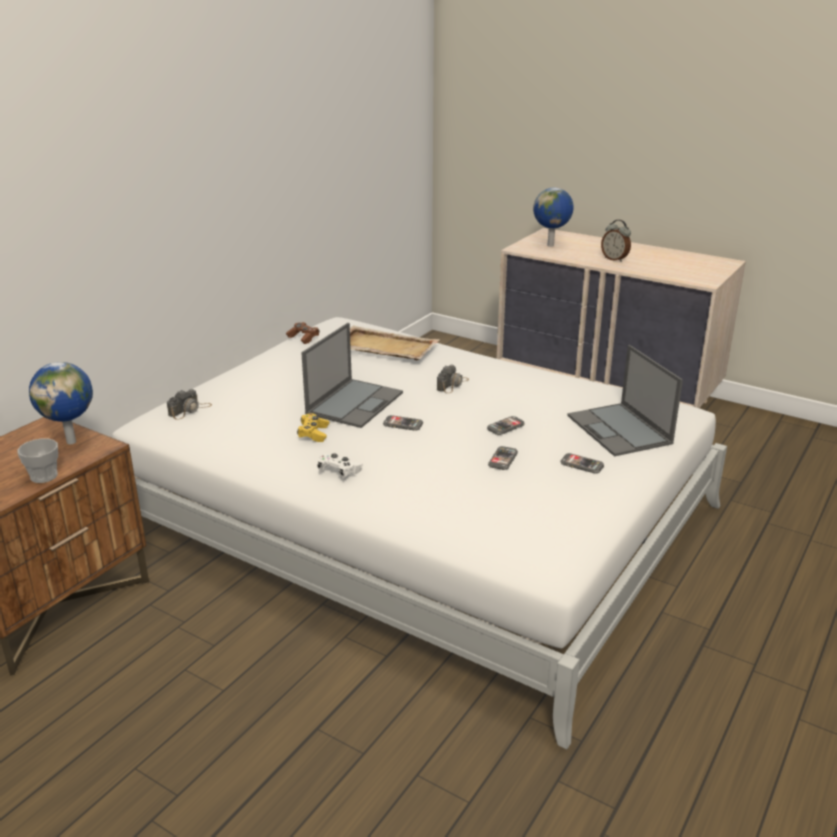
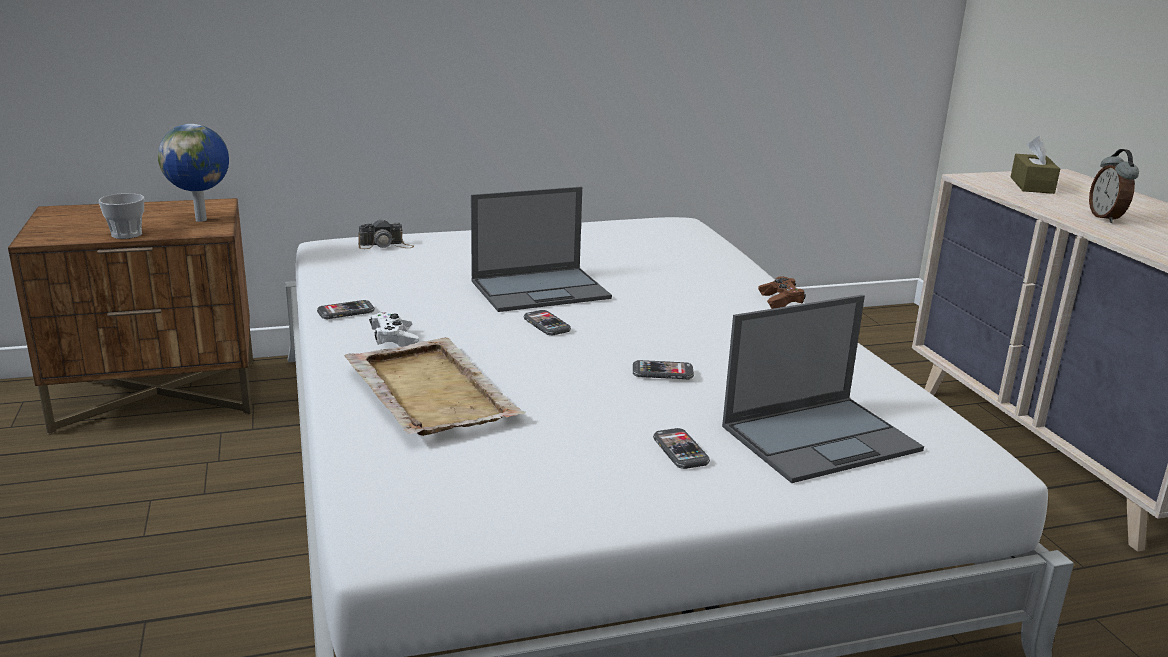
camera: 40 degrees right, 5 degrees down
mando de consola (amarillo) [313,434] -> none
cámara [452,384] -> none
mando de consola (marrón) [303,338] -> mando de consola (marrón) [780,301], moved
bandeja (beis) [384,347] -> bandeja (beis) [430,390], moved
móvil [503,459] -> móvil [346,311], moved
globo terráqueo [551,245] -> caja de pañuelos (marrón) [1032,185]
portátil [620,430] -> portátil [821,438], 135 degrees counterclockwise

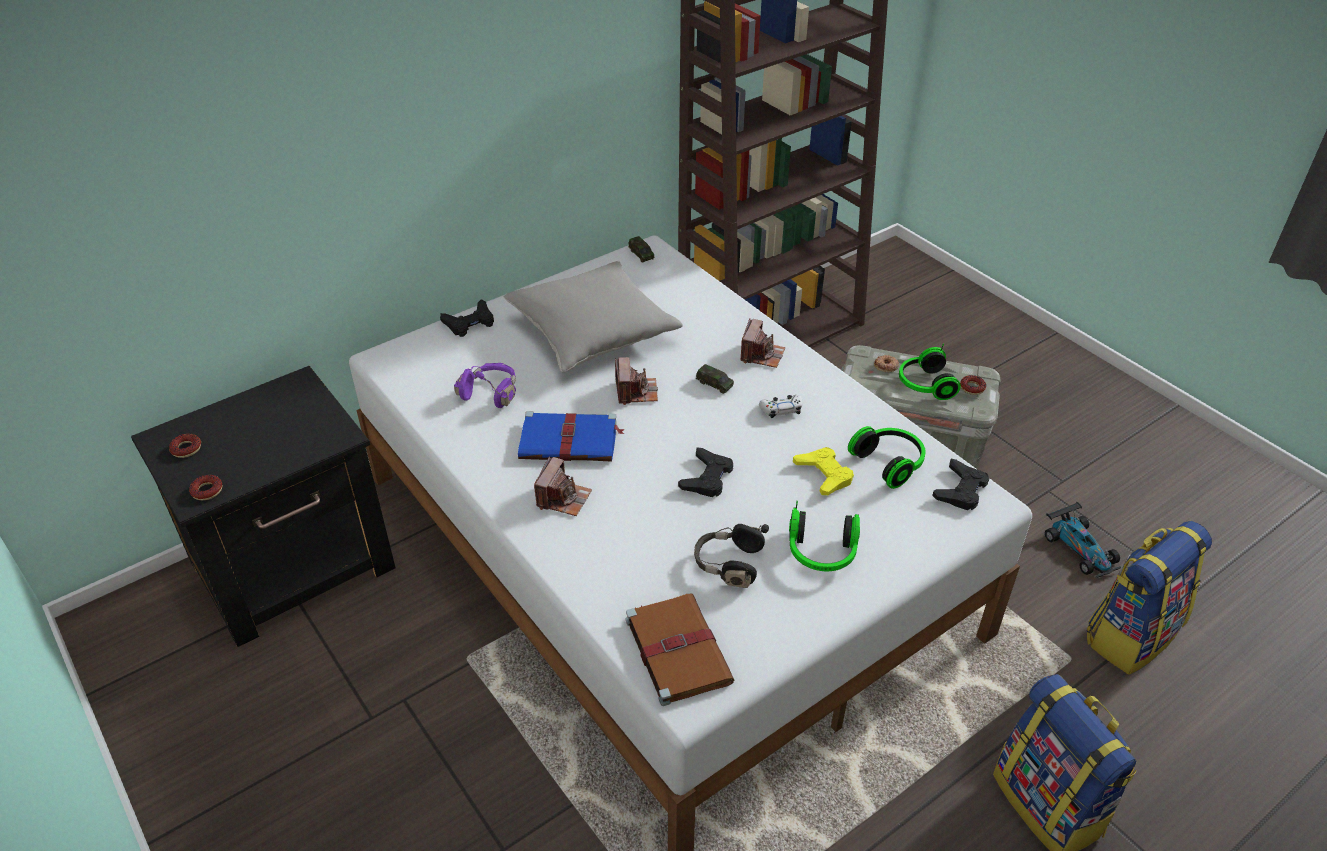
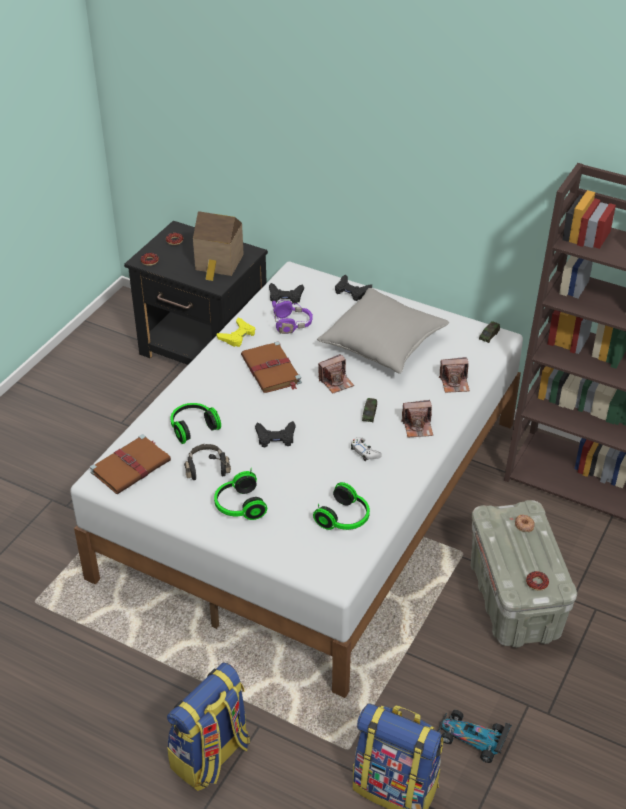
camera: 65 degrees right, 0 degrees up
none -> casita [219,264]
cámara [563,498] -> cámara [454,383], moved
mando de consola (amarillo) [824,474] -> mando de consola (amarillo) [237,336], moved
auriculares [924,385] -> auriculares [193,427], moved
mando de consola (negro) [960,490] -> mando de consola (negro) [285,296], moved
libro (azul) [570,441] -> libro (marrón) [271,370]
coche de juguete [1080,548] -> coche de juguete [472,739], 75 degrees clockwise

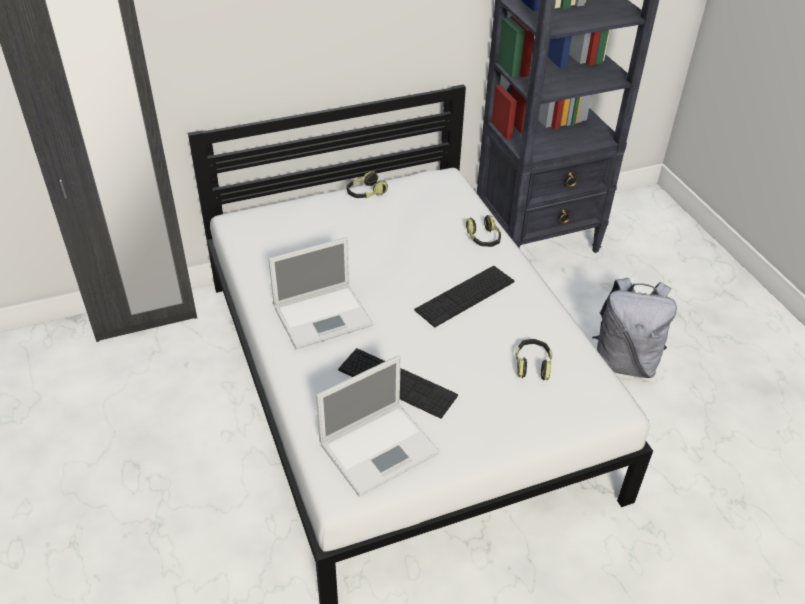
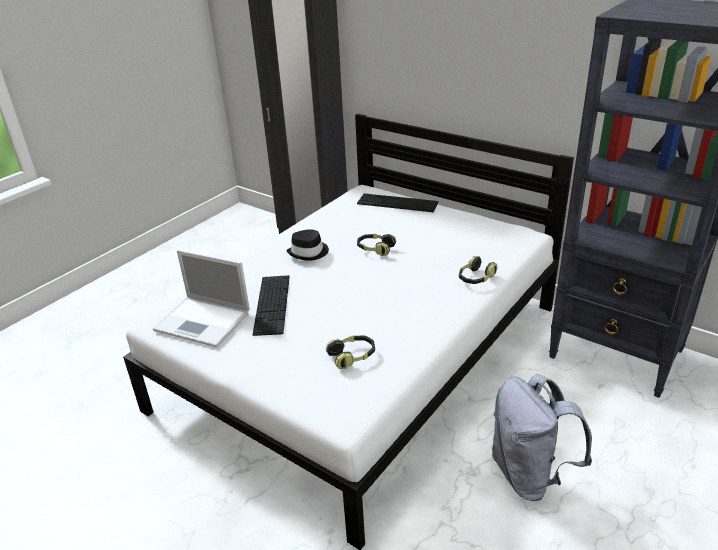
camera: 60 degrees right, 10 degrees down
auriculares [365,193] -> auriculares [375,249], moved
teclado [465,295] -> teclado [397,203], moved
portátil [324,315] -> sombrero (negro) [309,252]

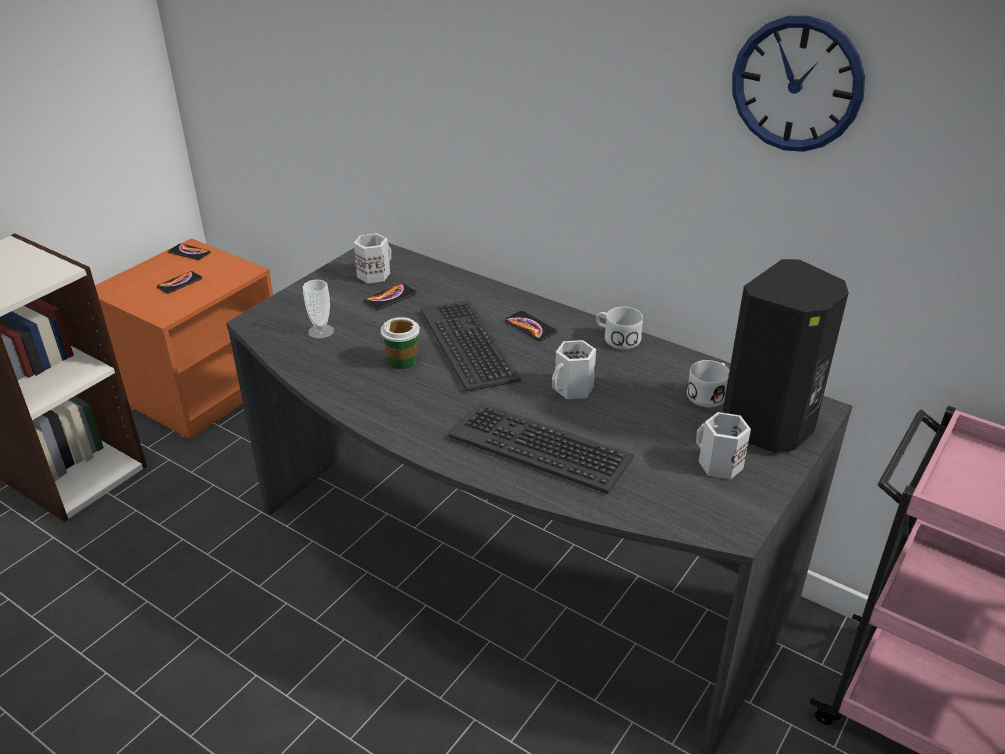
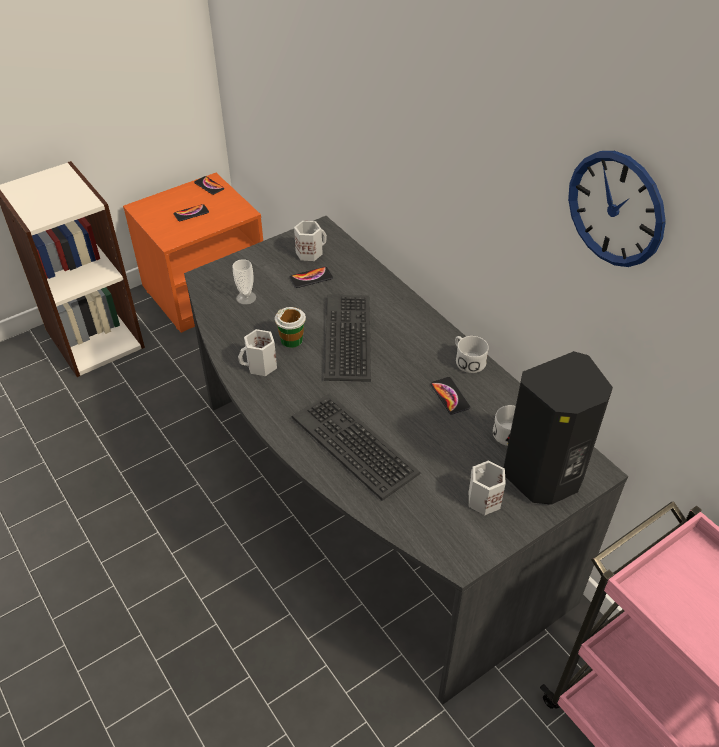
camera: 20 degrees right, 10 degrees up
móvil [530,327] -> móvil [450,396], moved
taza grande (blanco) [573,389] -> taza grande (blanco) [261,366], moved

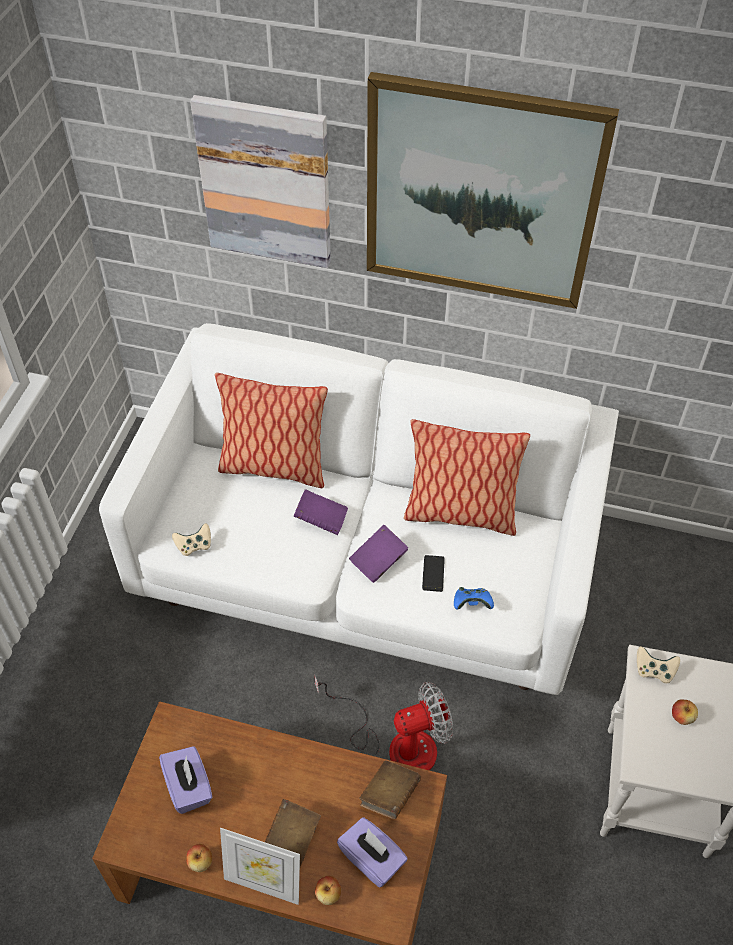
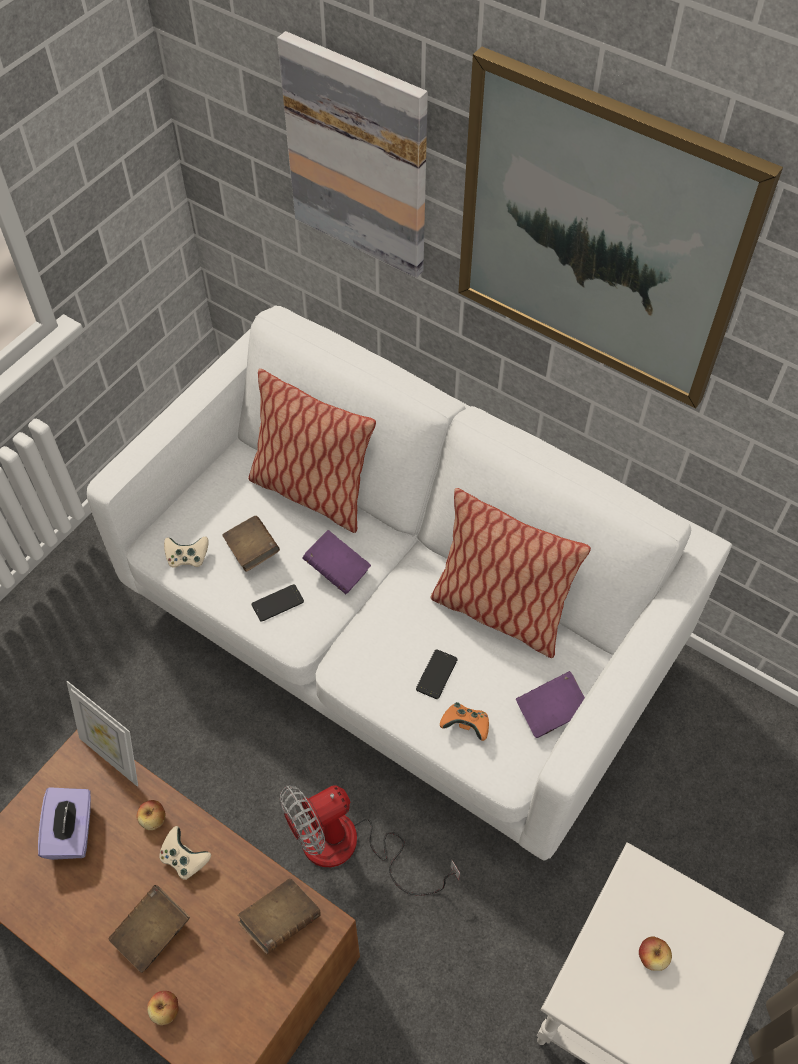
camera: 20 degrees right, 5 degrees up
caja de pañuelos (morado) [372,859] -> none
none -> libro (marrón) [252,551]
none -> móvil [278,603]
manzana [200,862] -> manzana [153,819], moved
portarretratos [264,883] -> portarretratos [114,755], moved
libro (morado) [378,561] -> libro (morado) [551,712], moved
mando de consola (beis) [654,670] -> mando de consola (beis) [184,858], moved
mando de consola (azul) [472,604] -> mando de consola (naranja) [466,726]
ventilador [396,743] -> ventilador [349,848], 150 degrees clockwise

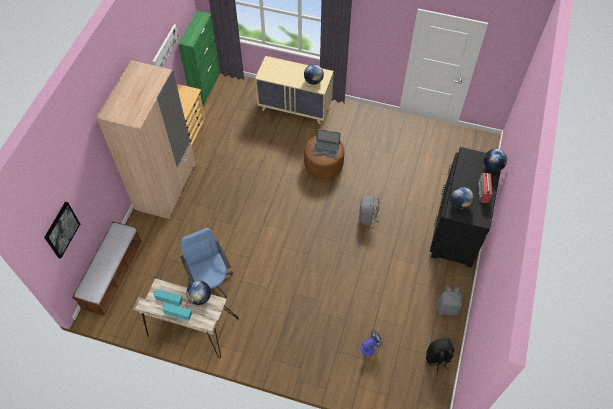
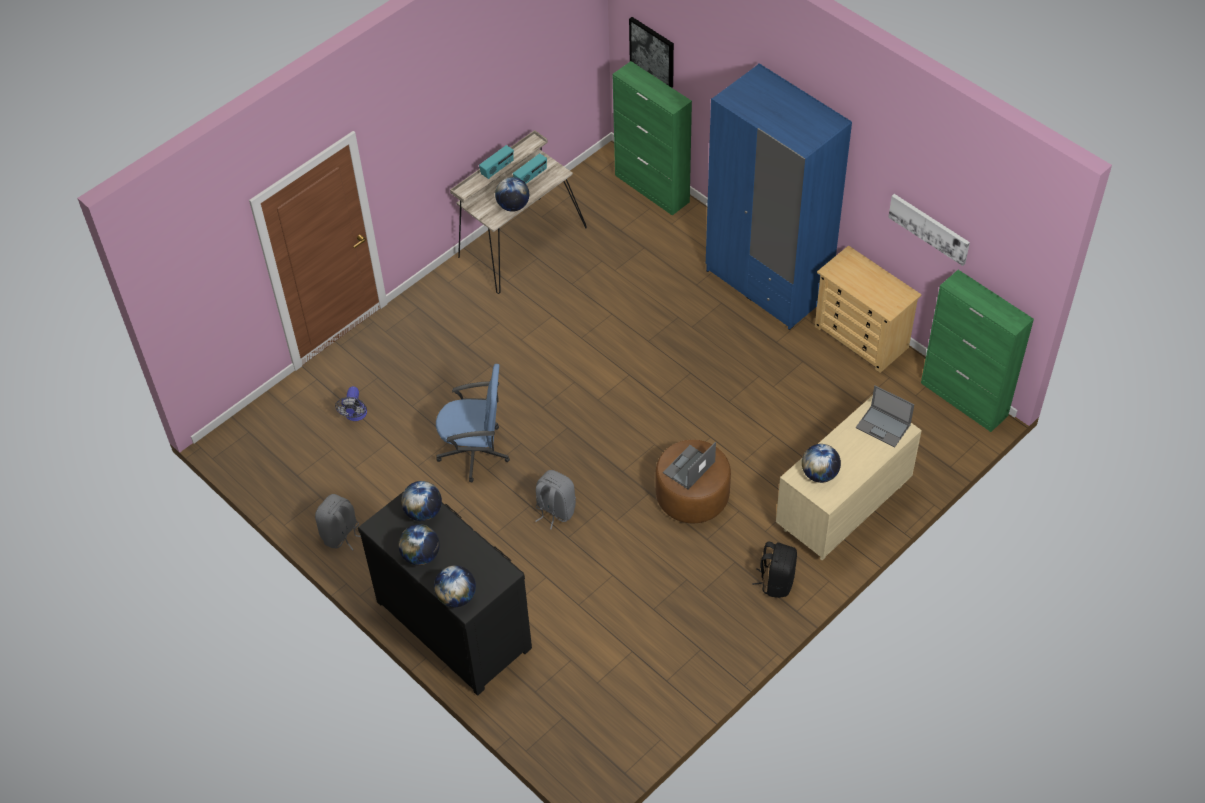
camera: 120 degrees right, 5 degrees down
none -> portátil [883,426]
silla de oficina (azul) [211,282] -> silla de oficina (azul) [475,452], moved
mochila (negro) [438,358] -> mochila (negro) [776,581], moved
banco [113,275] -> armario (verde) [652,189]
radio [483,192] -> globo terráqueo [421,555]
armario ropero (beis) [166,187] -> armario ropero (azul) [767,283]

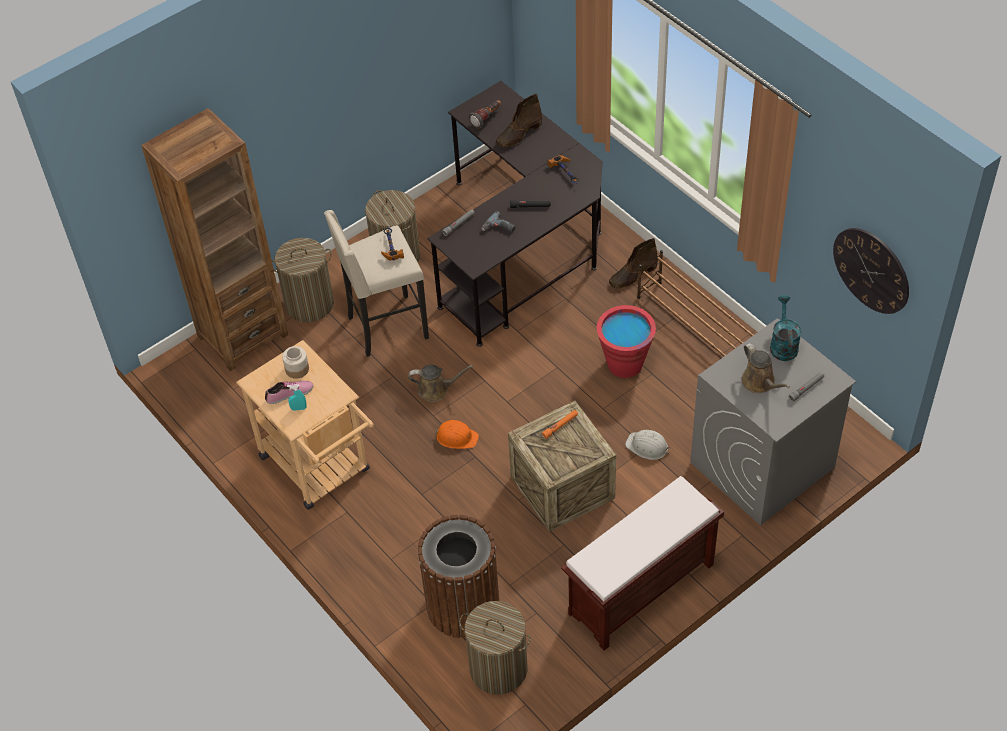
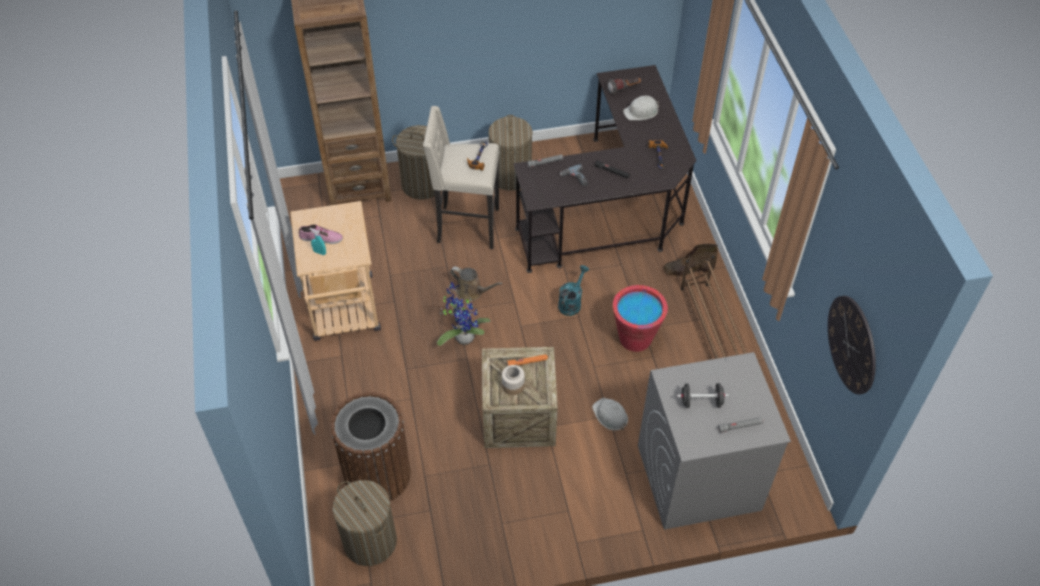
camera: 25 degrees right, 0 degrees up
banco (marrón) [640,590] -> none
tarro [297,369] -> tarro [512,386], moved
regadera (turquesa) [783,344] -> regadera (turquesa) [571,302], moved
casco (naranja) [456,437] -> planta en maceta [463,336]
bota (marrón) [519,134] -> casco (blanco) [641,111]
regadera (marrón) [760,382] -> mancuerna (negro) [701,402]

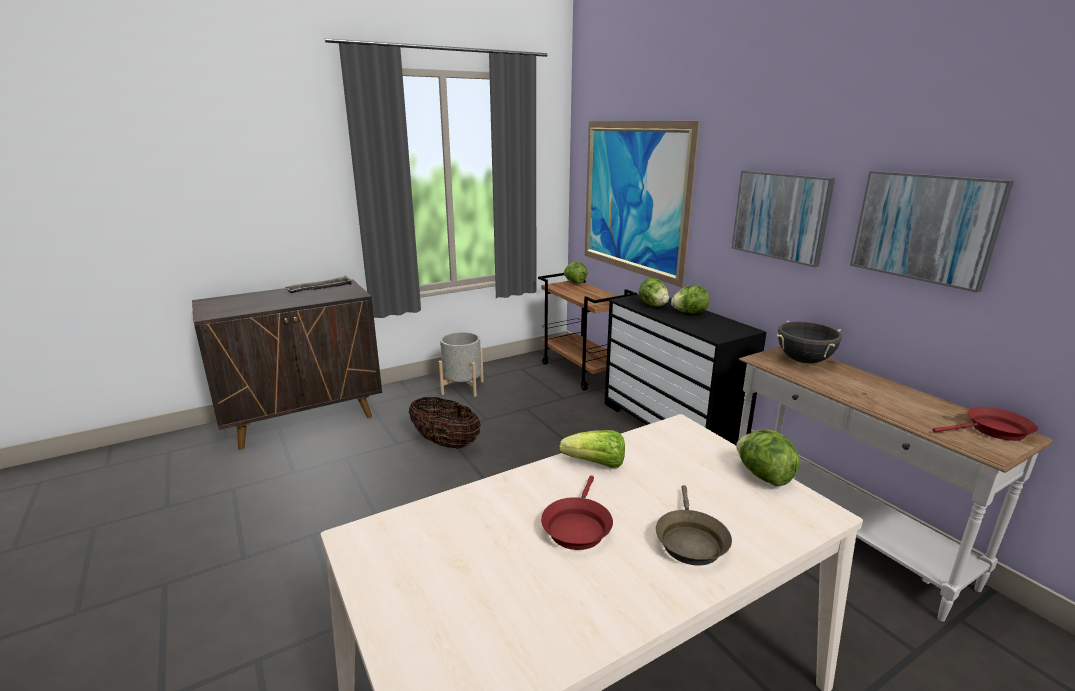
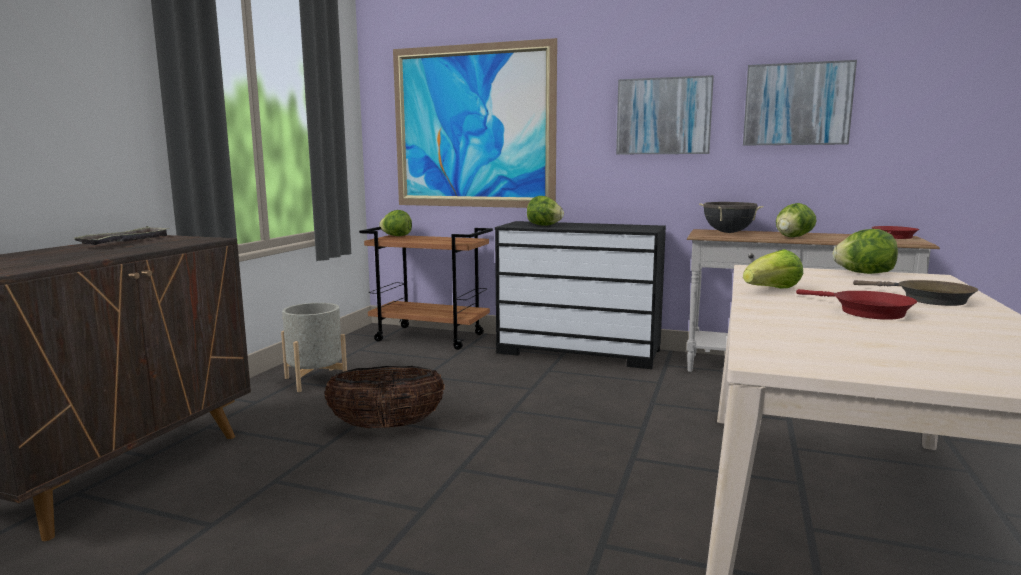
camera: 40 degrees left, 10 degrees down
lechuga [689,313] -> lechuga [793,237], moved

